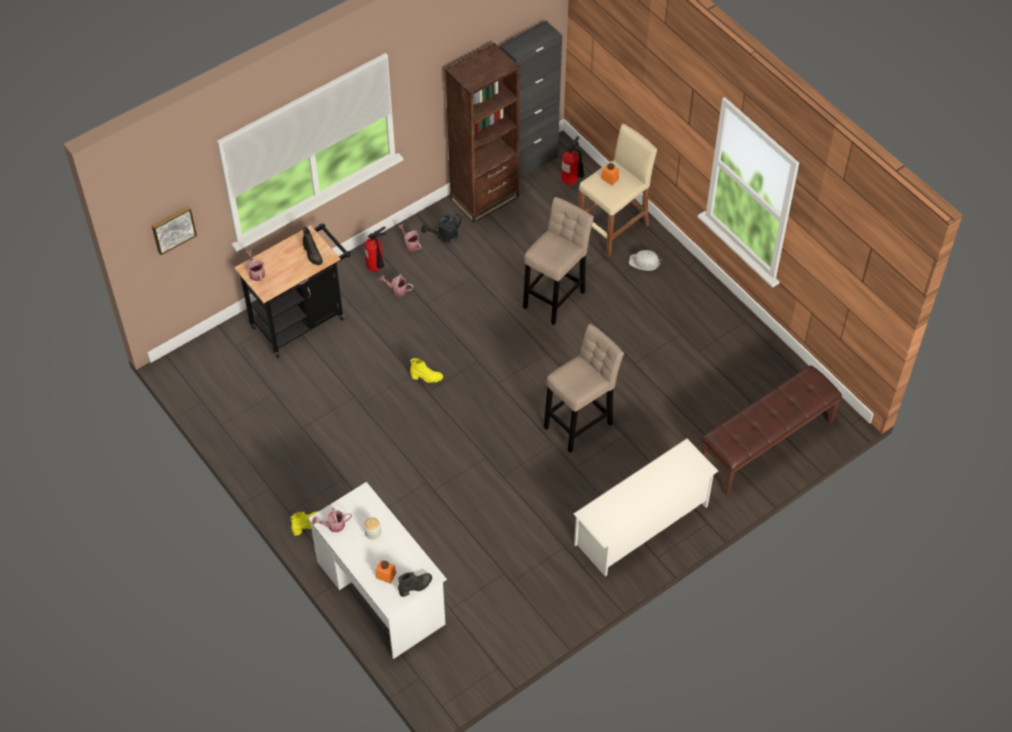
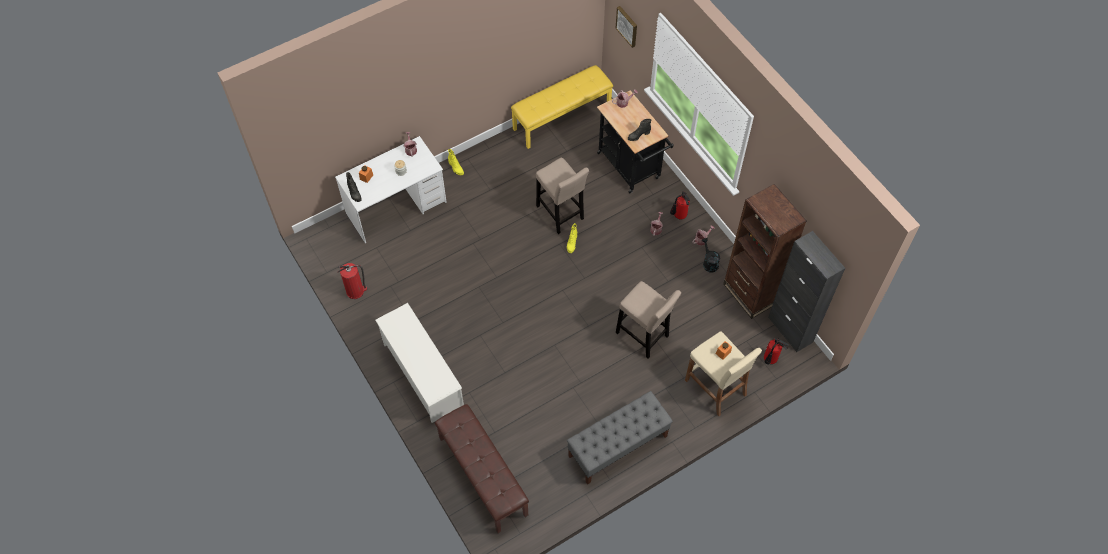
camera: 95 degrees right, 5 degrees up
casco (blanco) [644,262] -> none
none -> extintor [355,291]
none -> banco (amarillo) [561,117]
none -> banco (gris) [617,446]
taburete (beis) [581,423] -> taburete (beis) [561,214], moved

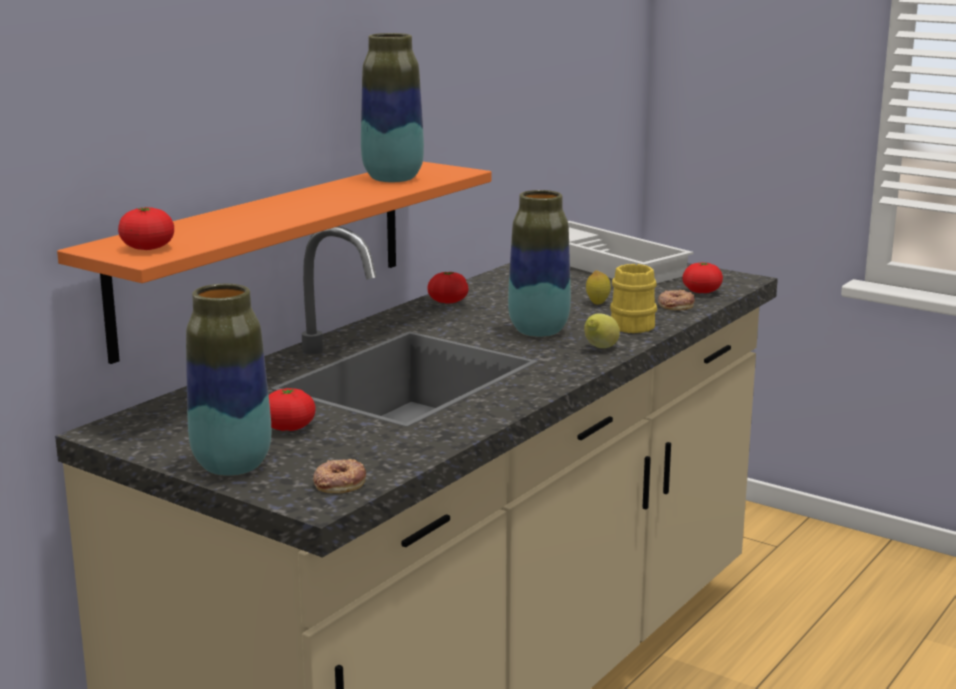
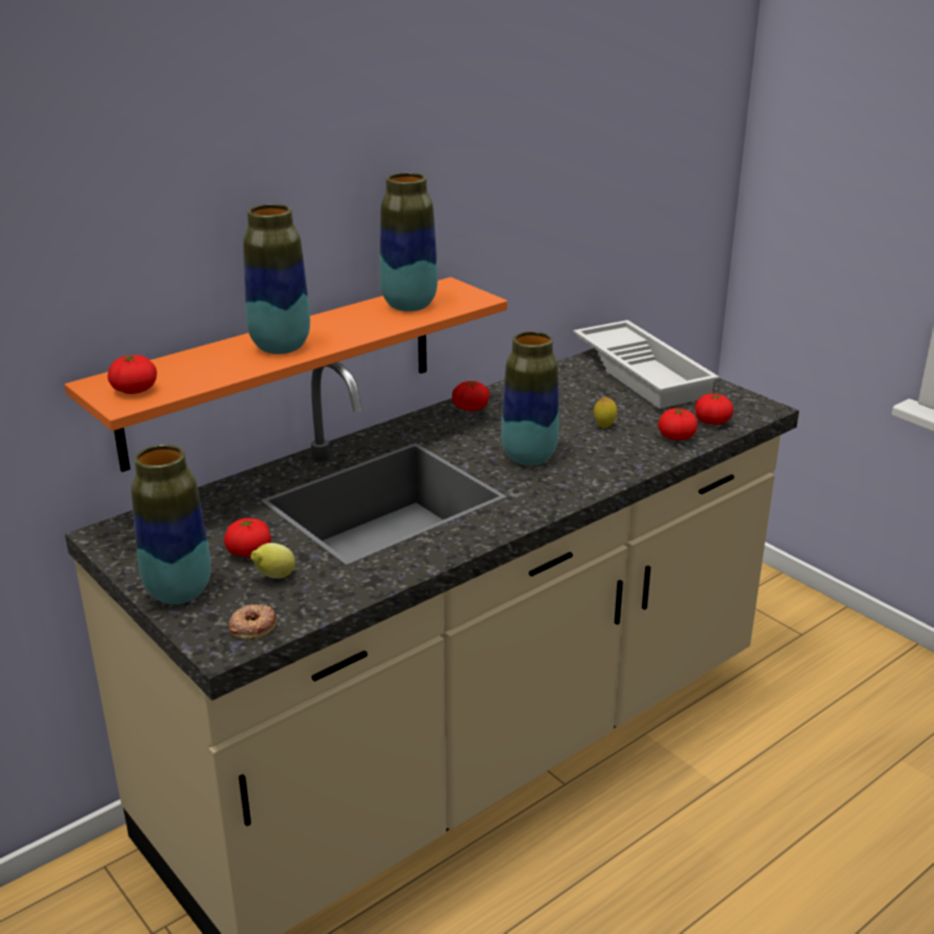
camera: 15 degrees right, 10 degrees up
taza grande (amarillo) [636,324] -> none
none -> florero [280,347]
limón [600,349] -> limón [274,577], moved
rosquilla [675,305] -> tomate [676,437]

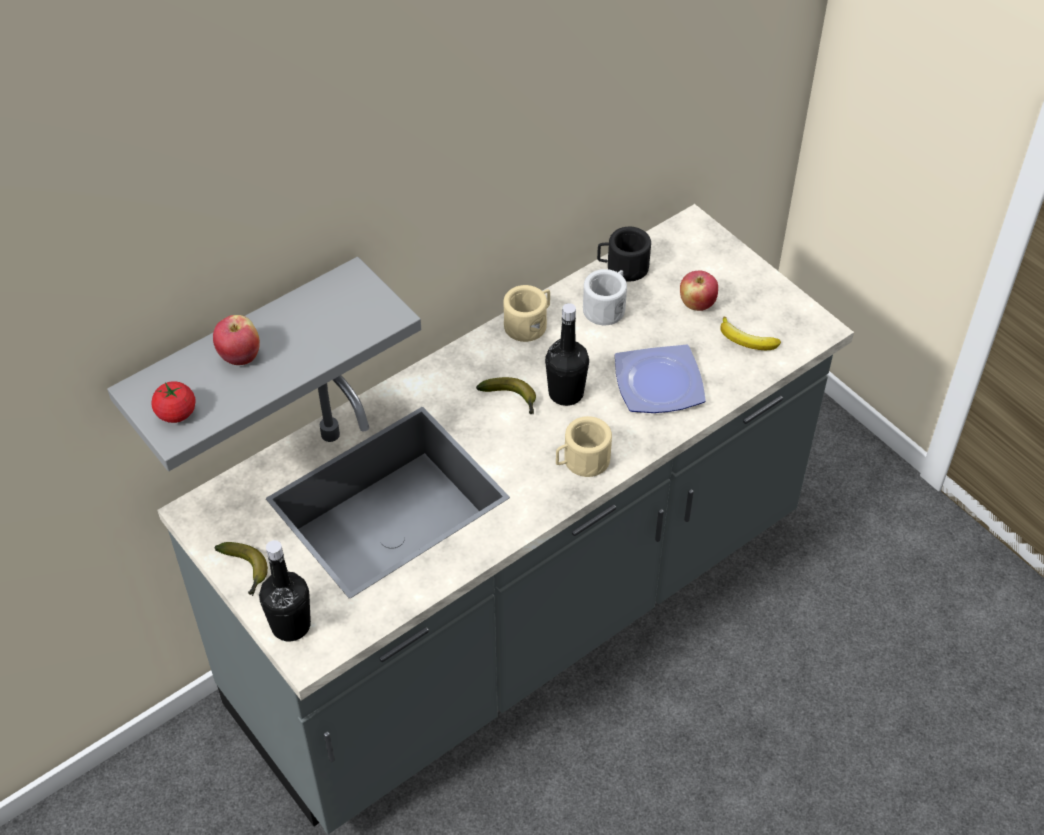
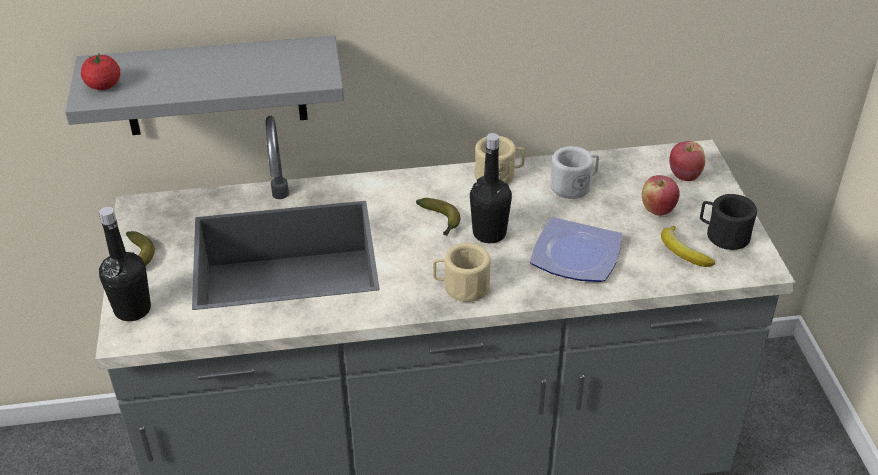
camera: 30 degrees right, 10 degrees down
manzana [240,356] -> manzana [684,175], moved
taza grande (negro) [622,267] -> taza grande (negro) [723,235], moved

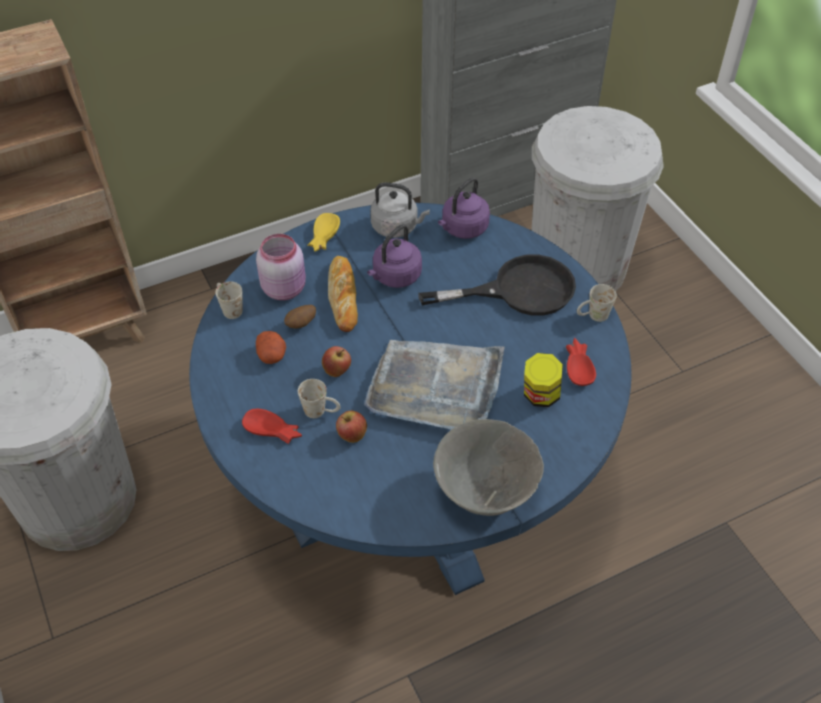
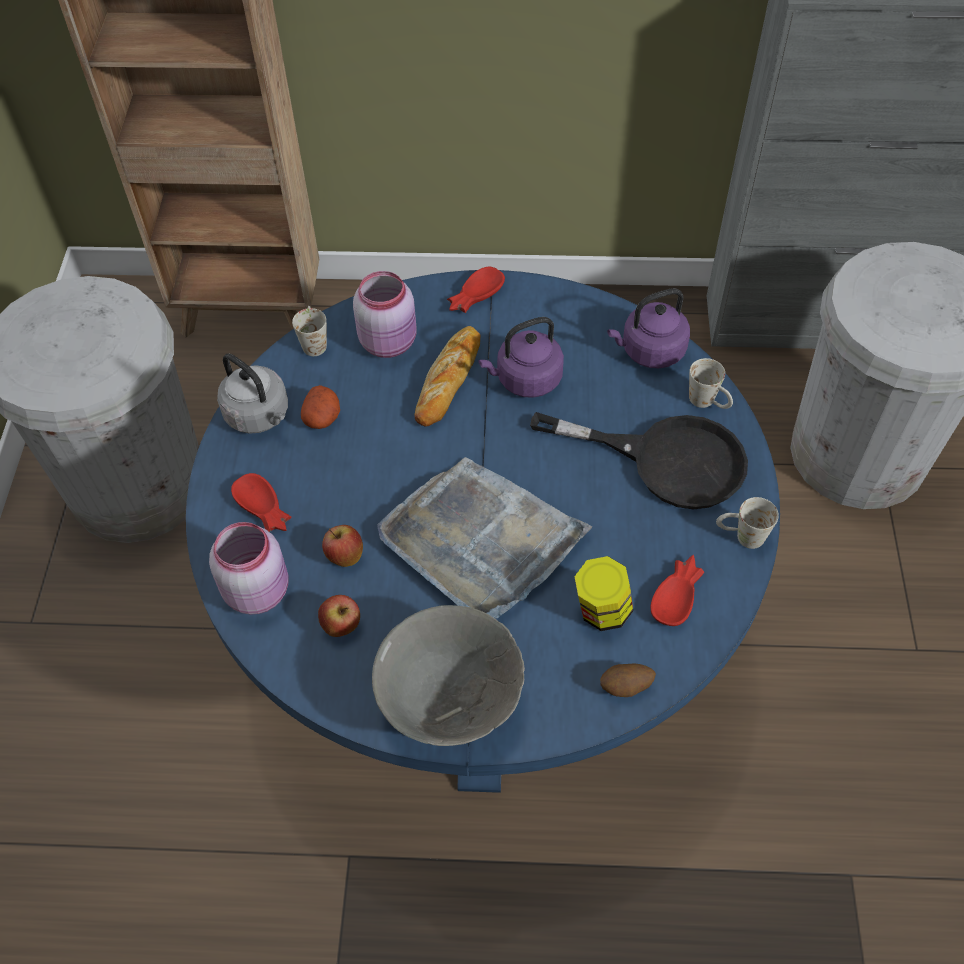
camera: 30 degrees right, 5 degrees up
none -> tarro (rosa) [258,589]
patata [301,324] -> patata [626,687], moved
taza grande (blanco) [321,411] -> taza grande (blanco) [708,402], moved
manzana [337,371] -> manzana [342,626], moved
hervidor (gris) [397,227] -> hervidor (gris) [260,416], moved
cuenco (amarillo) [322,237] -> cuenco (rojo) [473,295]

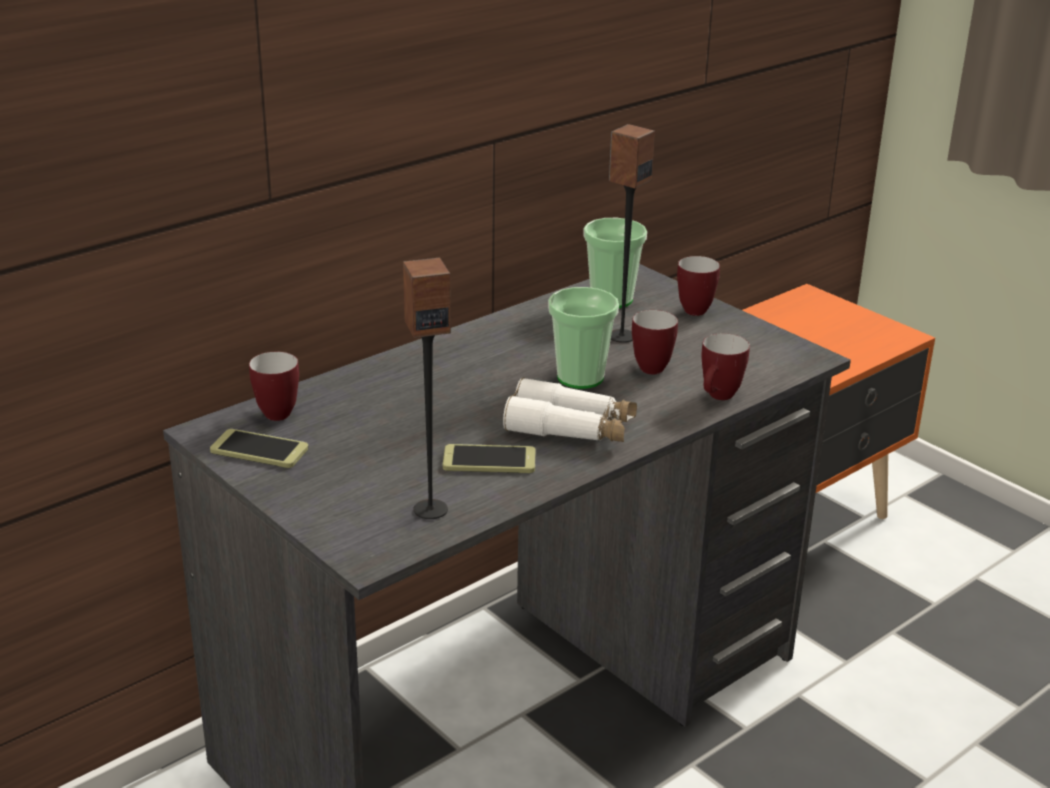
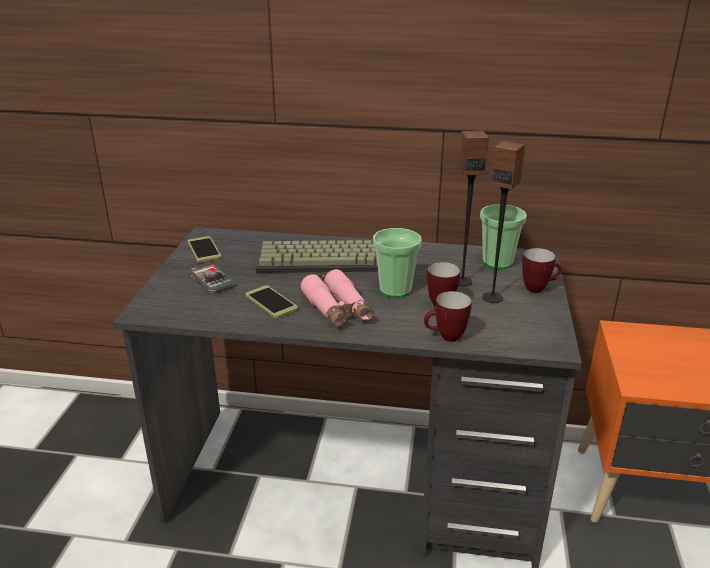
camera: 50 degrees right, 0 degrees up
taza grande [273,412] -> none
none -> móvil [211,280]
none -> teclado [333,258]
altavoz [430,509] -> altavoz [492,297], moved
prismáticos (blanco) [570,428] -> prismáticos (rosa) [337,309]

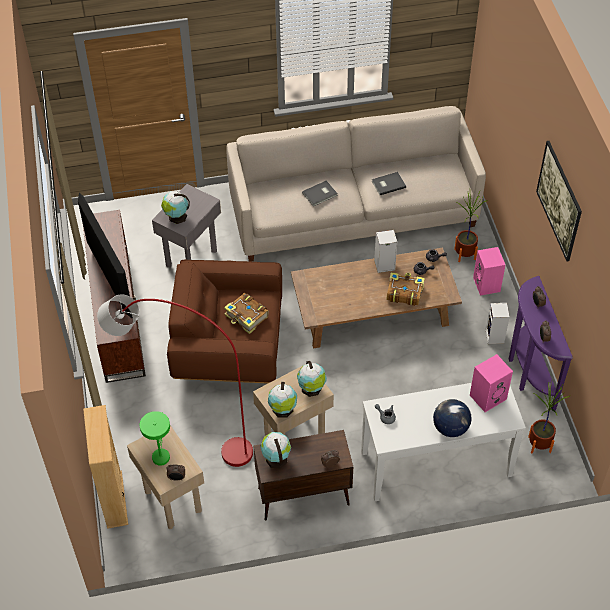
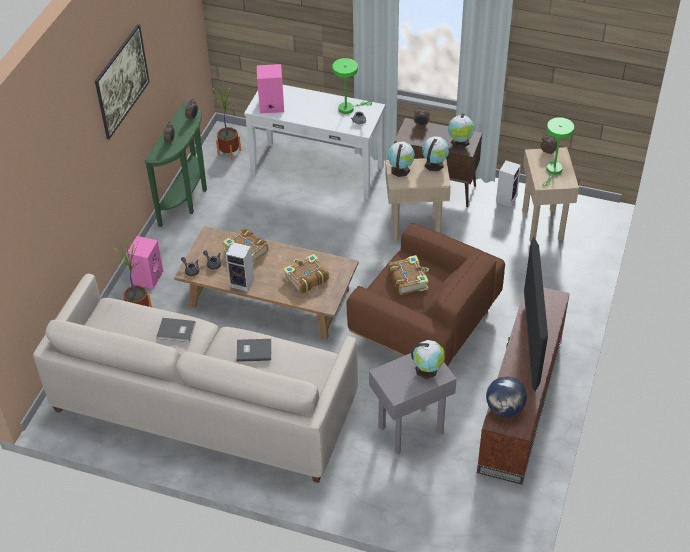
camera: 150 degrees left, 5 degrees down
estantería (beis) [114,499] -> none
lámpara de pie (rojo) [183,434] -> none
none -> libro [305,278]
none -> lámpara de mesa (verde) [348,108]
globo terráqueo [450,428] -> globo terráqueo [504,409], moved
altavoz [495,337] -> altavoz [506,198], moved
mesa consola (morado) [528,373] -> mesa consola (verde) [187,198]

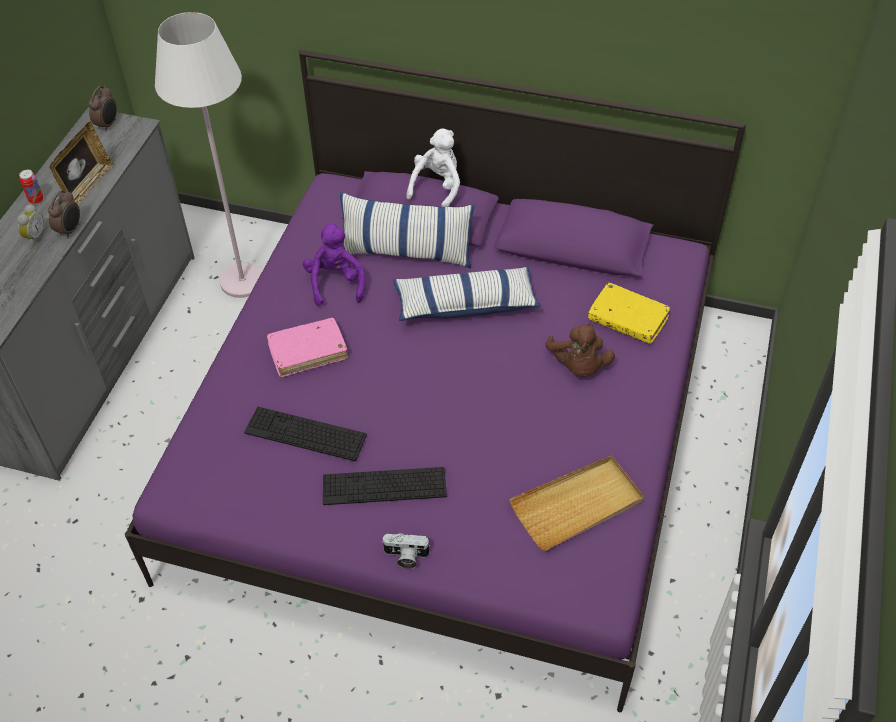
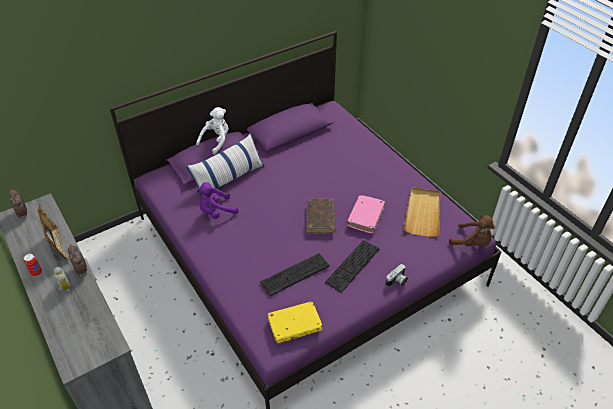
camera: 50 degrees left, 5 degrees down
lámpara de pie (blanco) [242,281] -> none
cojín [465,304] -> none
none -> libro (marrón) [320,219]
libro (rosa) [308,352] -> libro (rosa) [365,217], moved
peluche (marrón) [578,366] -> peluche (marrón) [472,243], moved
libro (amarillo) [627,319] -> libro (amarillo) [294,325], moved
peluche (morado) [335,283] -> peluche (morado) [216,212], 60 degrees counterclockwise
peluche (blanco) [437,188] -> peluche (blanco) [216,141], 60 degrees clockwise

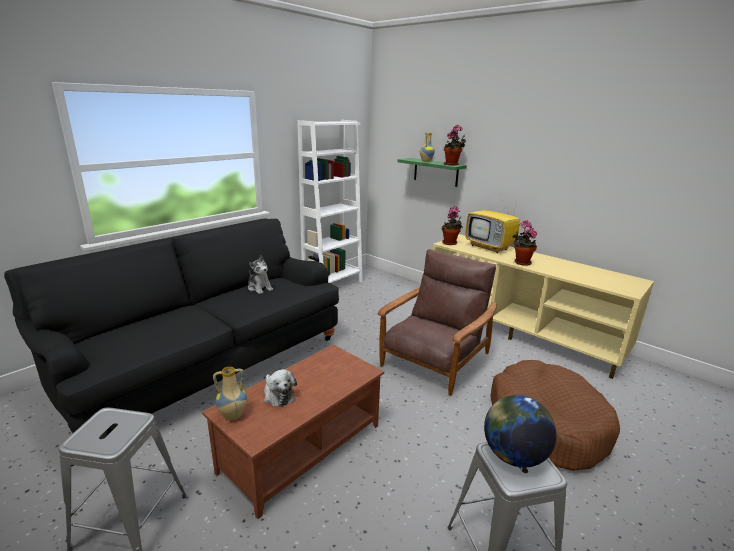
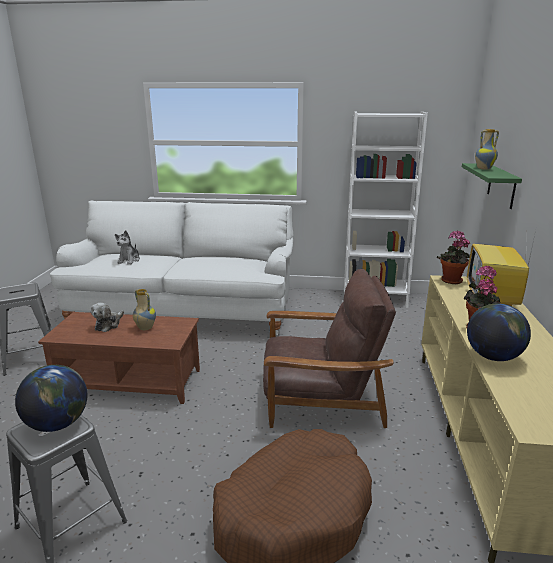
camera: 55 degrees right, 0 degrees up
planta en maceta [452,164] -> none
none -> globo terráqueo [493,356]
florero [232,416] -> florero [145,328], moved
peluche [259,288] -> peluche [129,260], moved
sofá (negro) [206,365] -> sofá (blanco) [184,310]

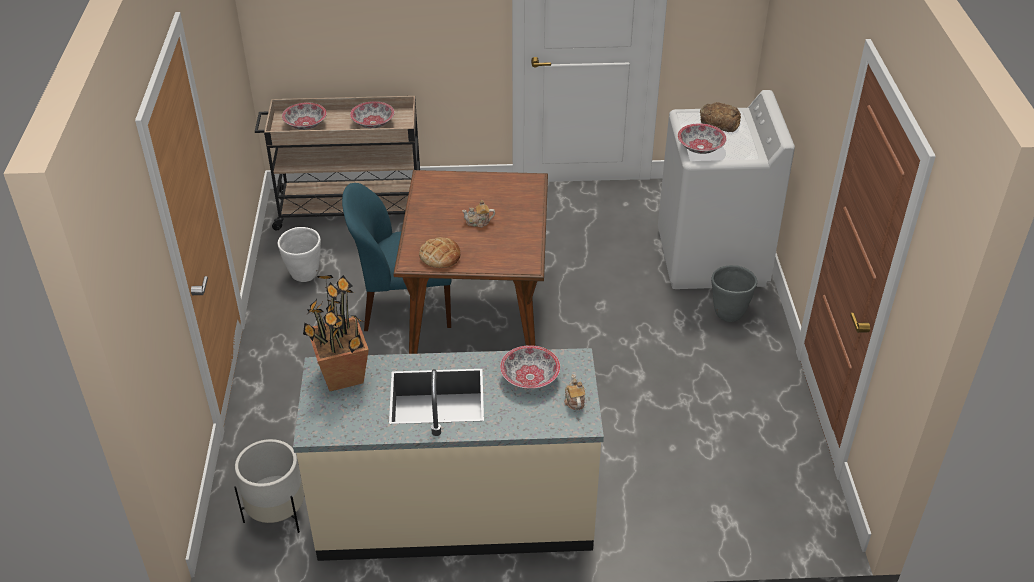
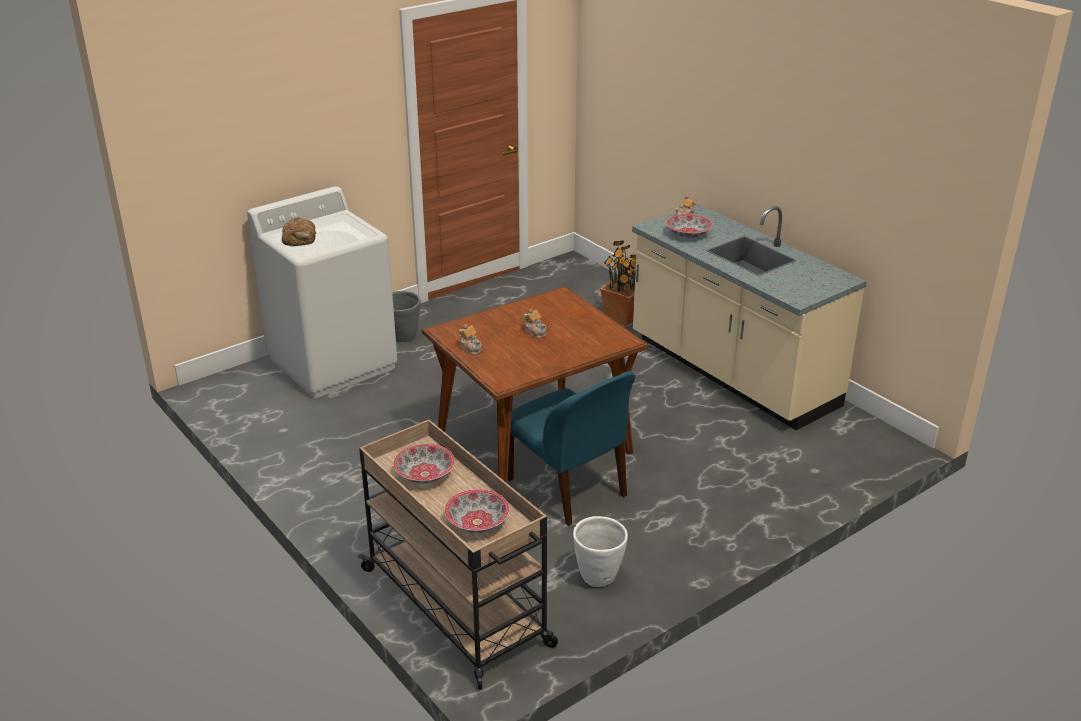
camera: 125 degrees left, 10 degrees down
maceta (blanco) [277,514] -> none
pan [440,256] -> none
cuenco [700,147] -> none
none -> tetera [471,348]
planta en maceta [341,376] -> planta en maceta [623,318], moved

